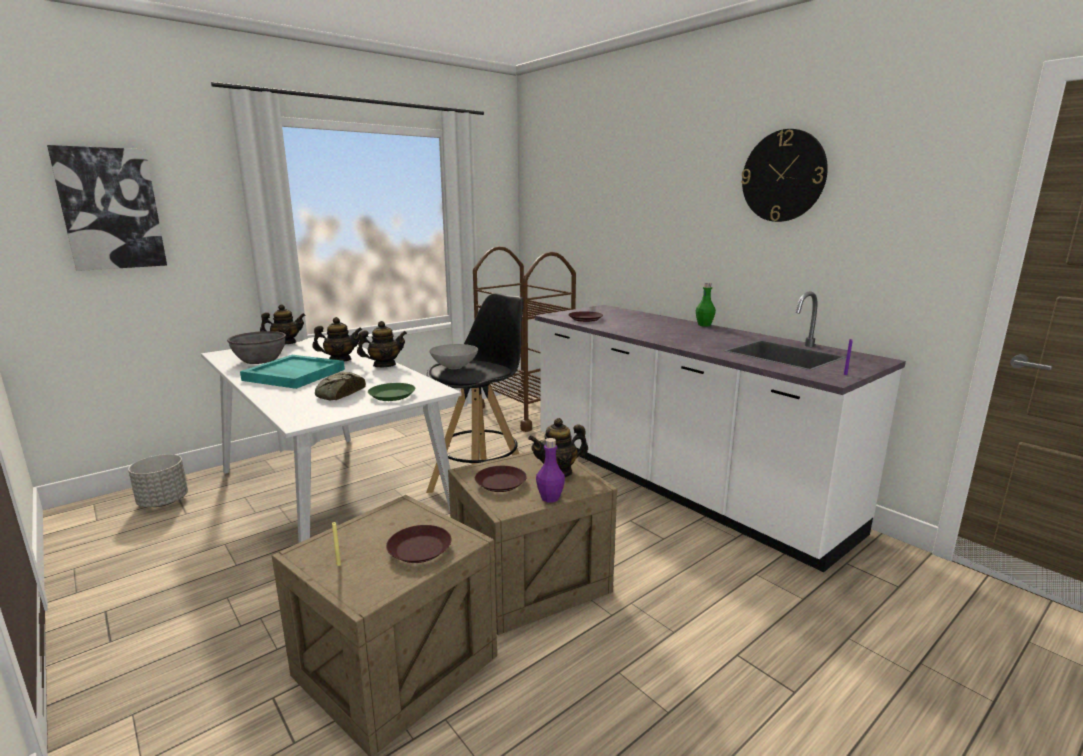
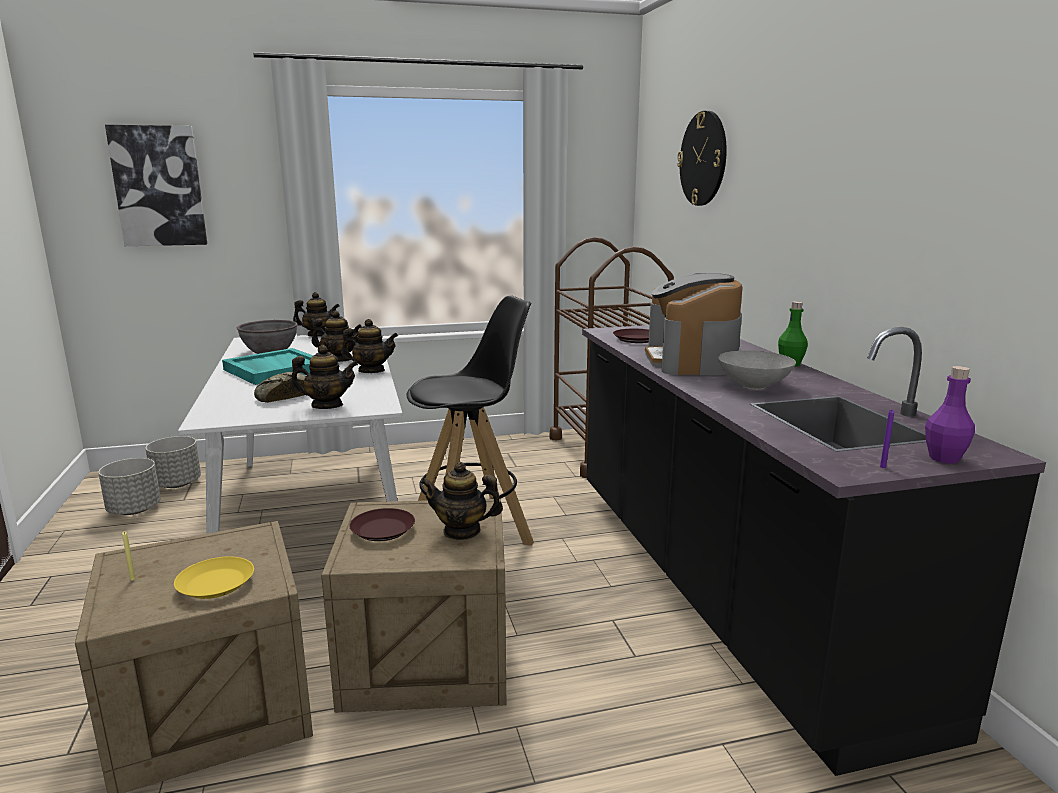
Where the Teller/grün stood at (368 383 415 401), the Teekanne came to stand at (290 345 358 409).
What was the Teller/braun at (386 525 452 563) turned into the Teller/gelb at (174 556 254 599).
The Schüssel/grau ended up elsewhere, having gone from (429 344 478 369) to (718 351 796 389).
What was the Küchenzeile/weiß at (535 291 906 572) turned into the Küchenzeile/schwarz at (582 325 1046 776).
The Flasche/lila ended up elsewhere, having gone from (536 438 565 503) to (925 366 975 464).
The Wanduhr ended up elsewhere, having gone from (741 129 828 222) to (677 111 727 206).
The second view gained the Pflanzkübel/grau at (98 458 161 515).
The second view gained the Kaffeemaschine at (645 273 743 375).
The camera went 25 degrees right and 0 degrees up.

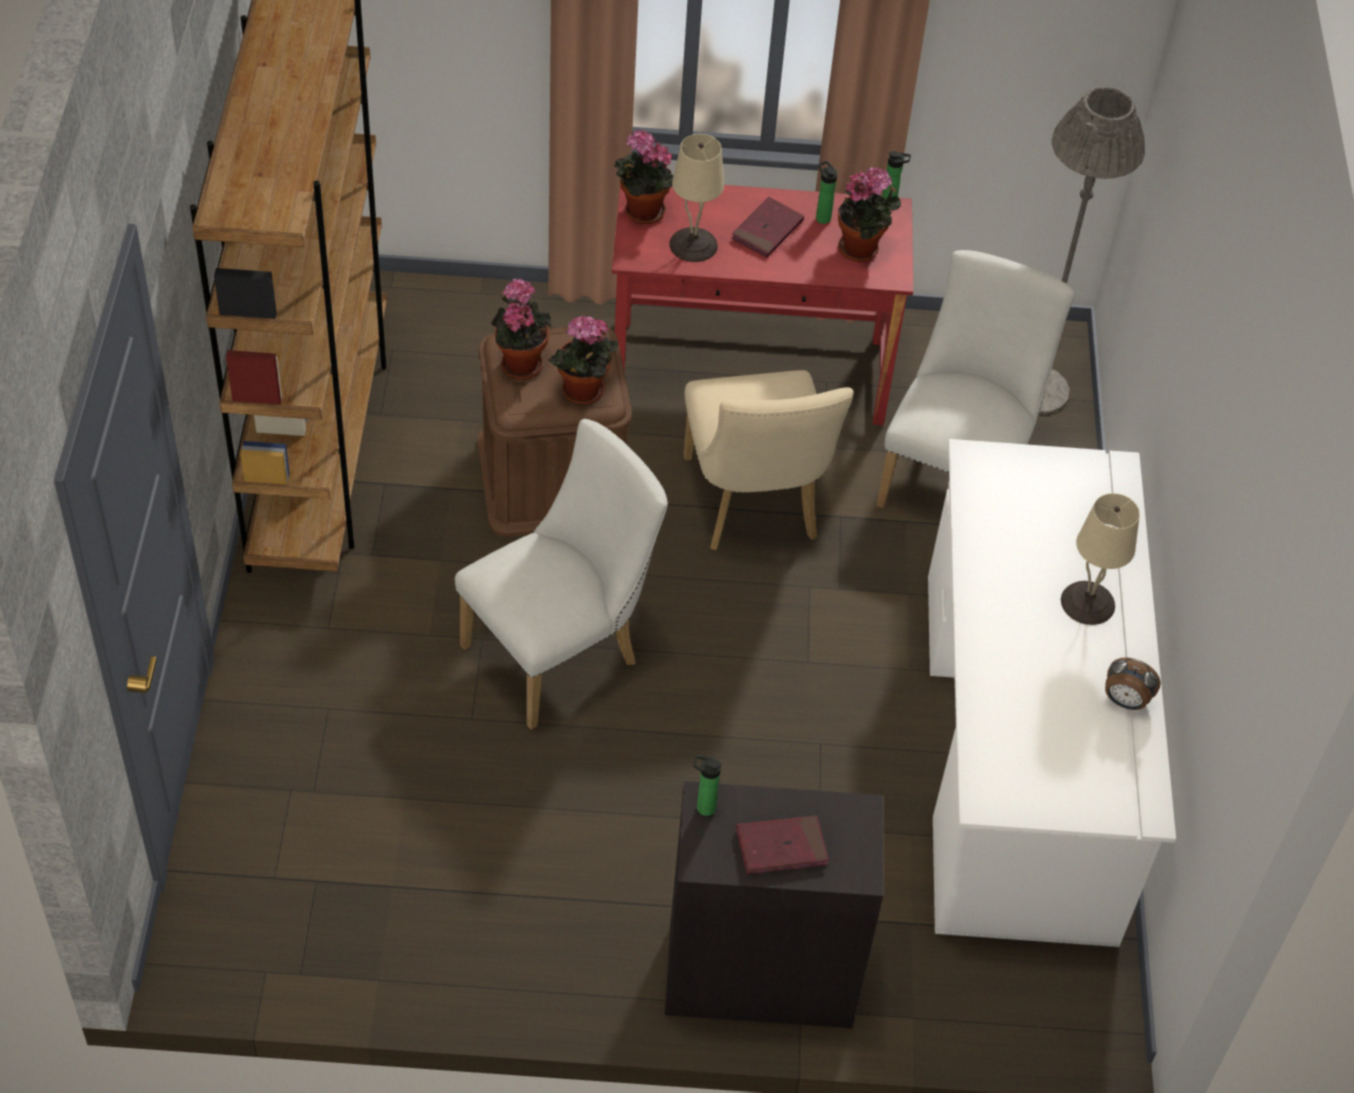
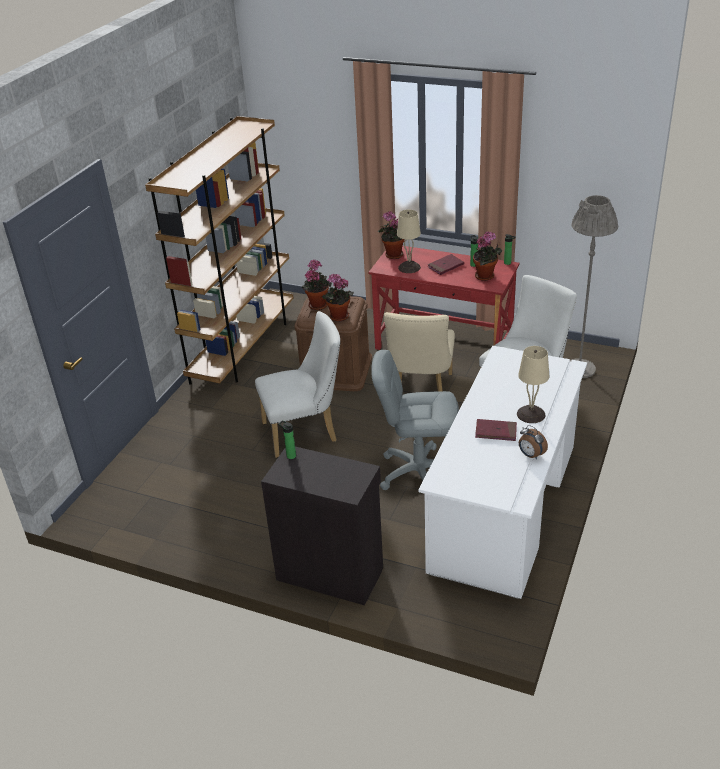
The Buch/rot ended up elsewhere, having gone from (736 815 829 874) to (475 419 517 441).
The second view gained the Bürostuhl/grau at (371 350 459 490).
The camera went 25 degrees right and 15 degrees down.

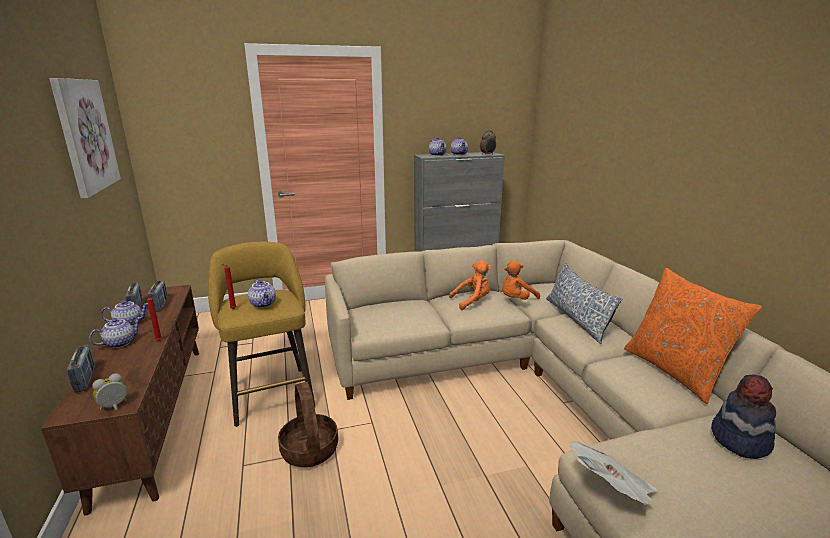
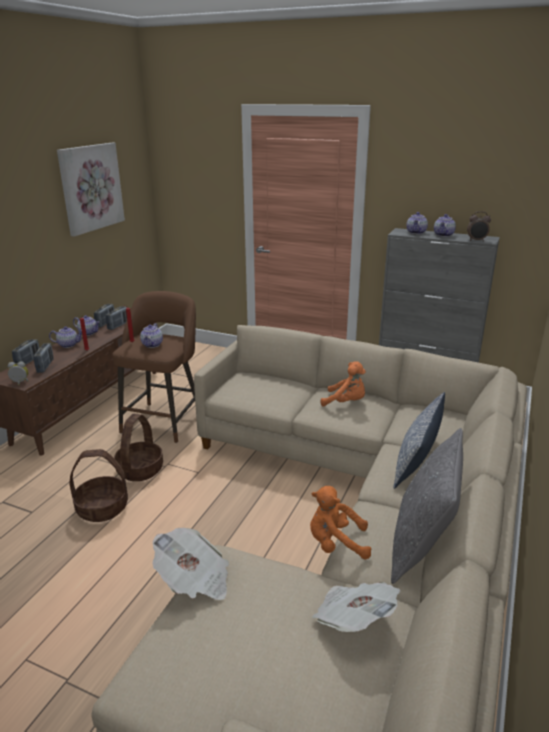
What was the Hocker/gelb at (208 242 315 427) turned into the Hocker/braun at (113 291 196 443).
The Plüschtier/orange ended up elsewhere, having gone from (502 261 540 300) to (310 486 371 560).
What was the Kissen/orange at (624 268 762 404) turned into the Kissen/grau at (391 428 463 584).
Where the Hut stood at (711 375 776 459), the Zeitung came to stand at (312 582 400 632).
The second view gained the Radio at (33 343 54 373).
The second view gained the Korb at (69 449 128 522).
The camera went 40 degrees right and 5 degrees up.

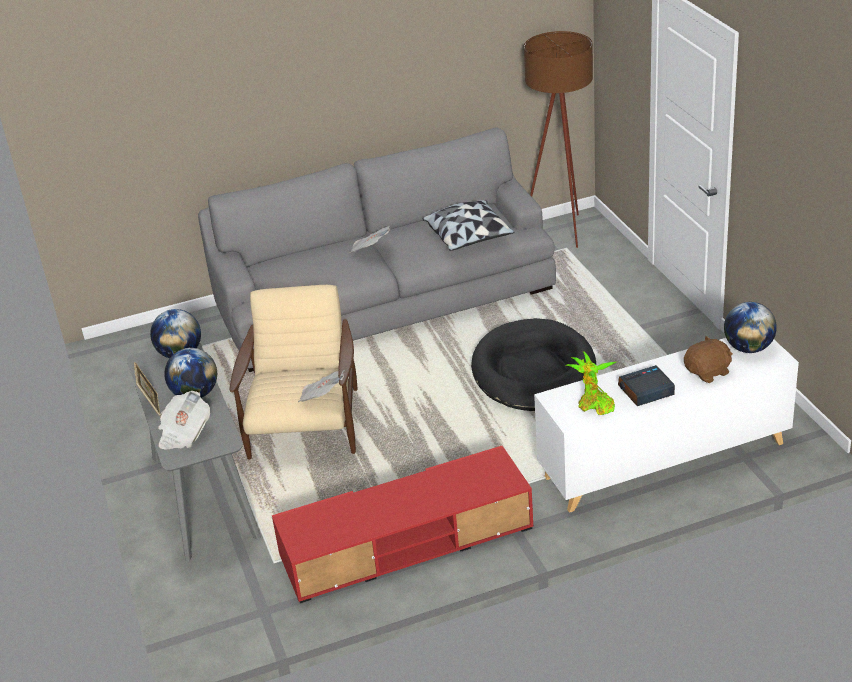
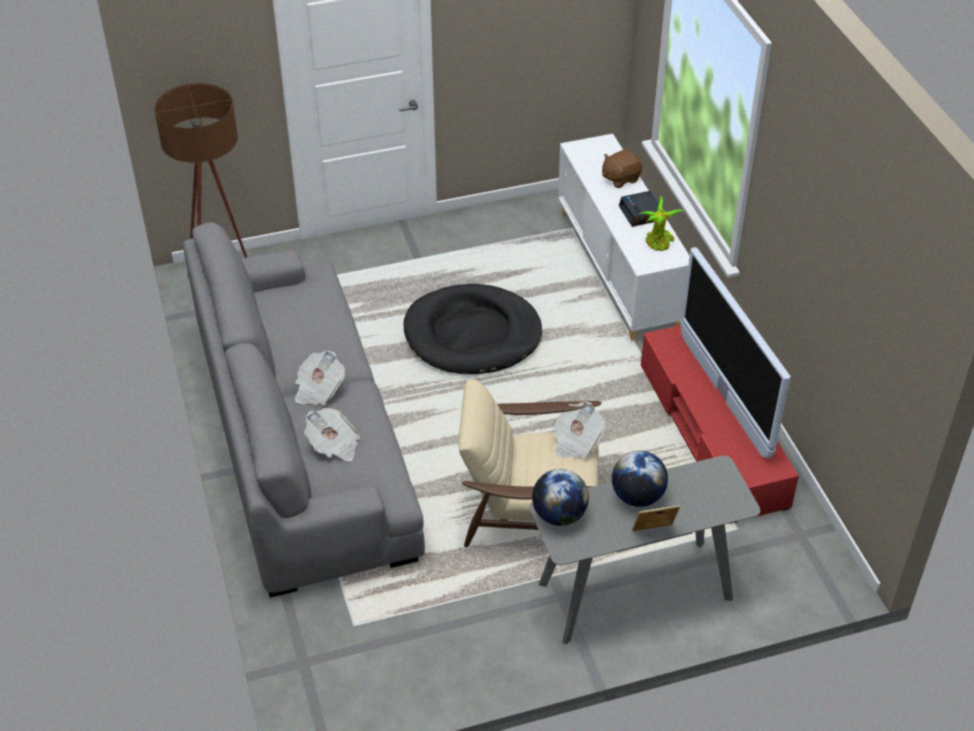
The Zeitung ended up elsewhere, having gone from (158 391 210 449) to (304 408 360 462).
The second view lost the Kissen at (423 200 515 251).
The Plüschtier/braun at (684 336 733 383) ended up facing another way, 90 degrees counterclockwise from before.
The second view lost the Globus at (724 302 777 353).
The second view gained the Fernseher at (681 247 791 458).
The camera went 90 degrees left and 10 degrees up.

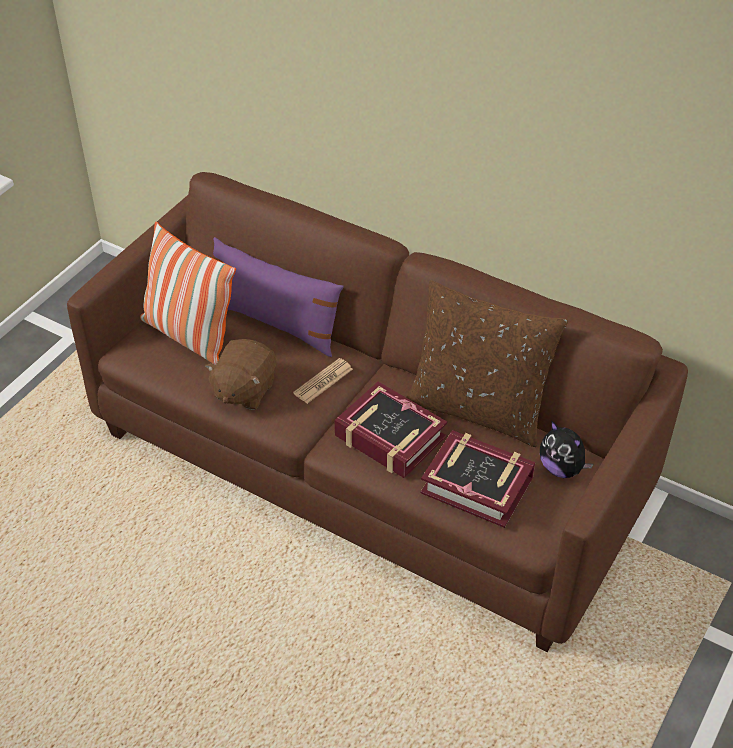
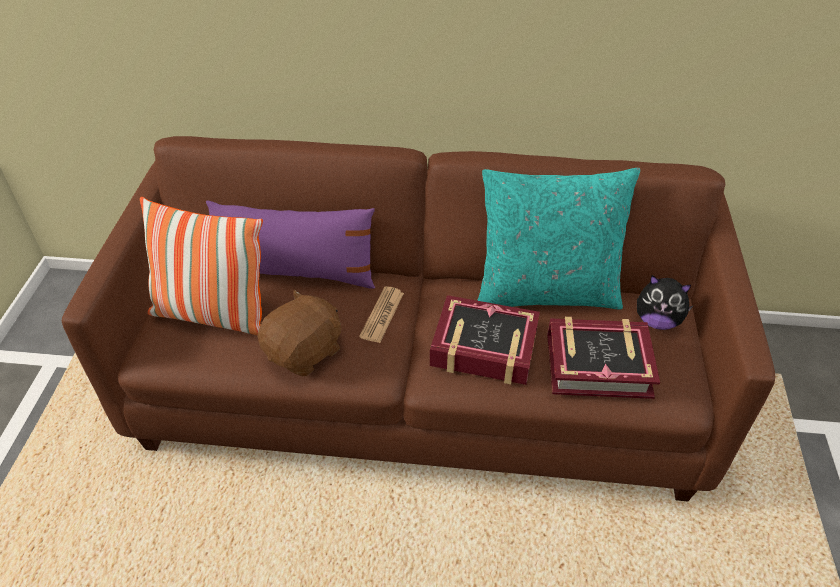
The Plüschtier/braun at (205 339 276 410) ended up facing another way, 135 degrees counterclockwise from before.
What was the Kissen/braun at (406 280 568 447) turned into the Kissen/türkis at (477 168 640 310).
The camera went 25 degrees left and 0 degrees up.

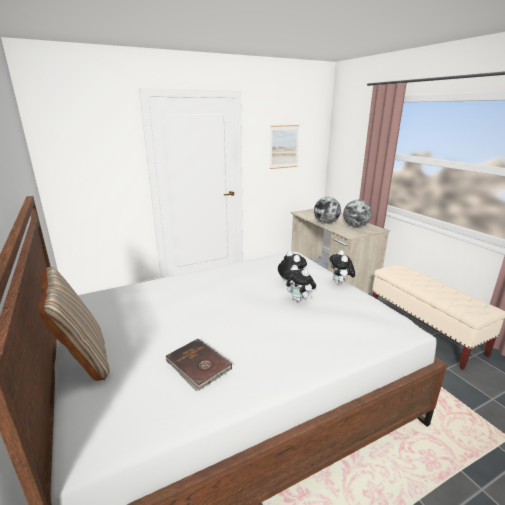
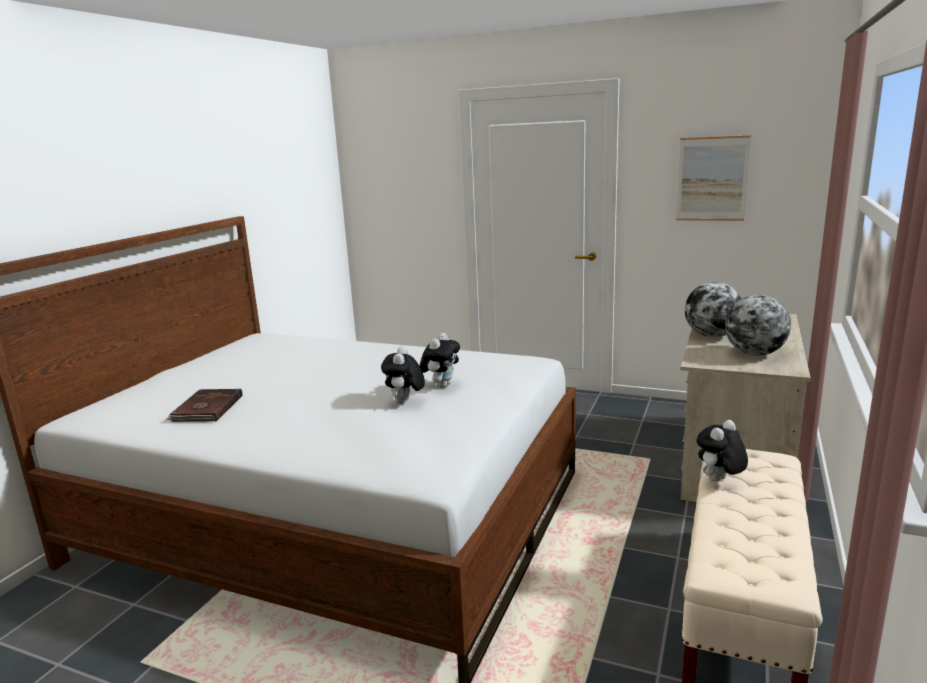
The second view lost the Kissen/beige at (38 267 110 381).
The Plüschtier ended up elsewhere, having gone from (330 250 355 285) to (696 420 748 482).
The camera went 50 degrees right and 5 degrees down.

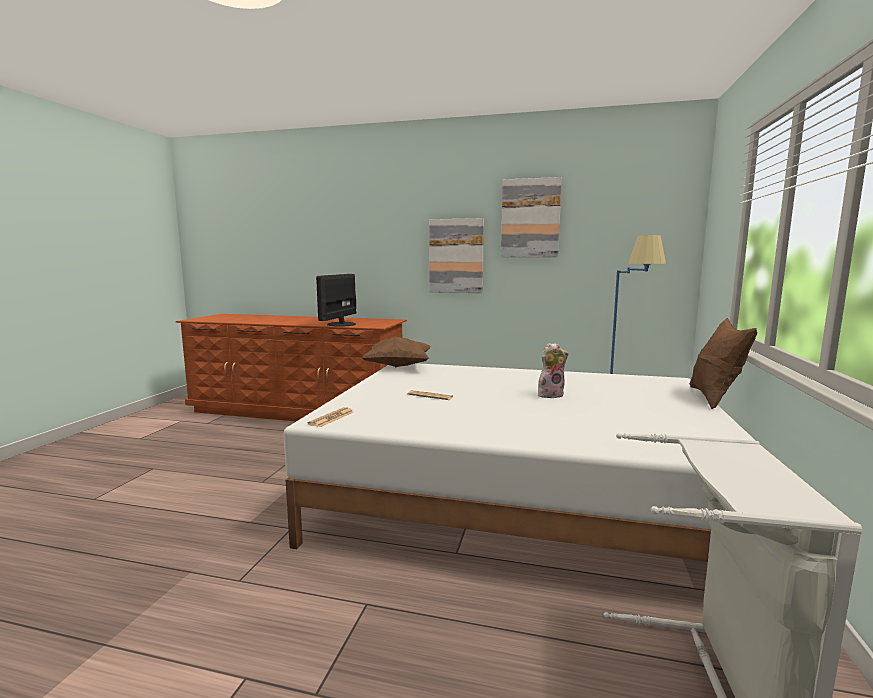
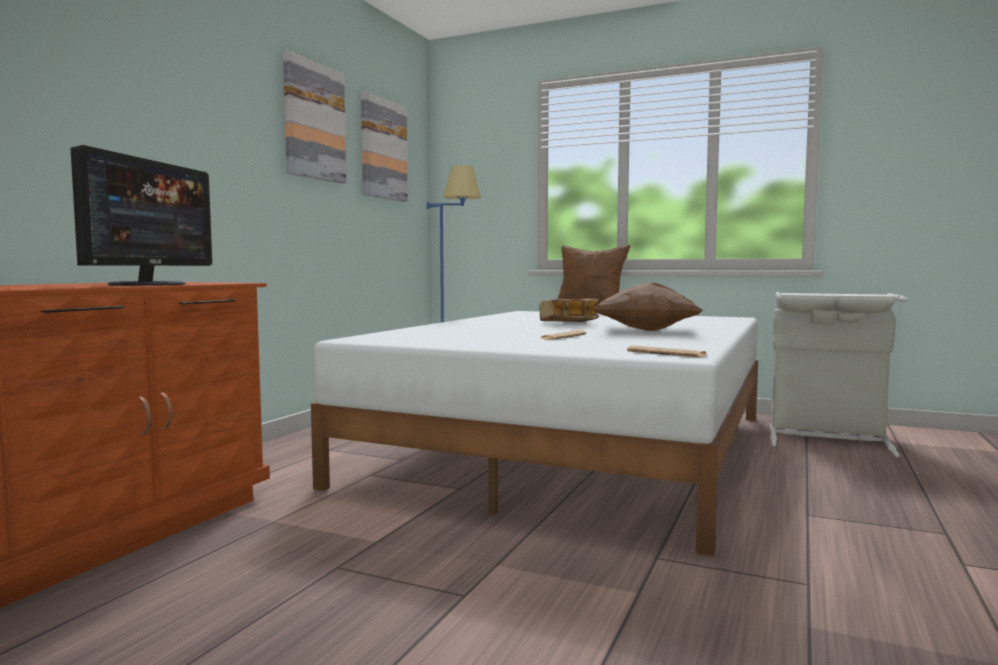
The Monitor at (316 274 356 327) ended up facing another way, 105 degrees counterclockwise from before.
The Kissen/braun ended up elsewhere, having gone from (362 337 431 368) to (593 283 703 331).
The Bild ended up elsewhere, having gone from (429 218 484 293) to (361 91 408 202).
Where the Plüschtier stood at (538 343 569 398), the Buch came to stand at (539 299 599 322).
The camera went 80 degrees left and 5 degrees down.

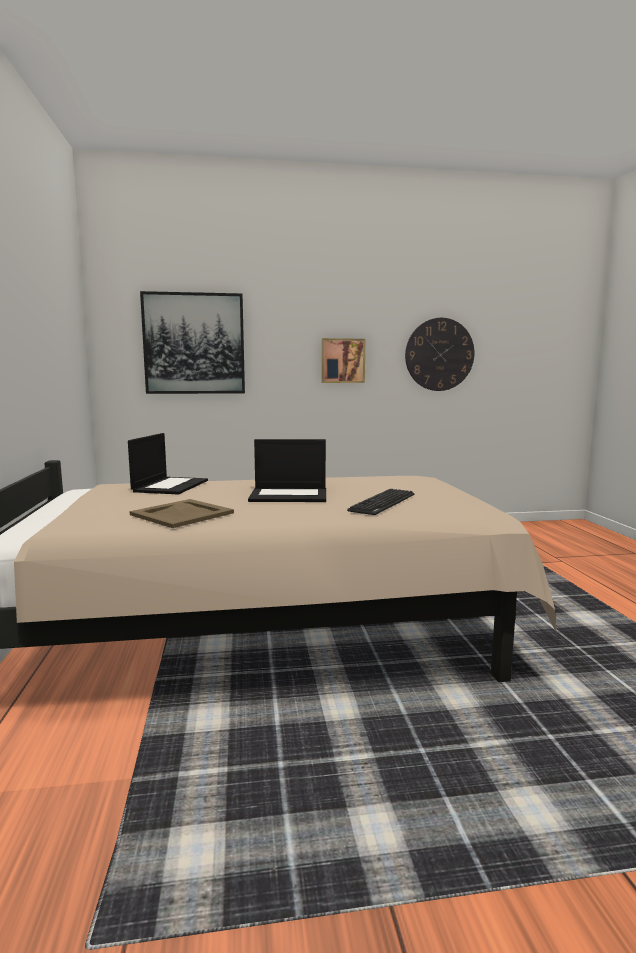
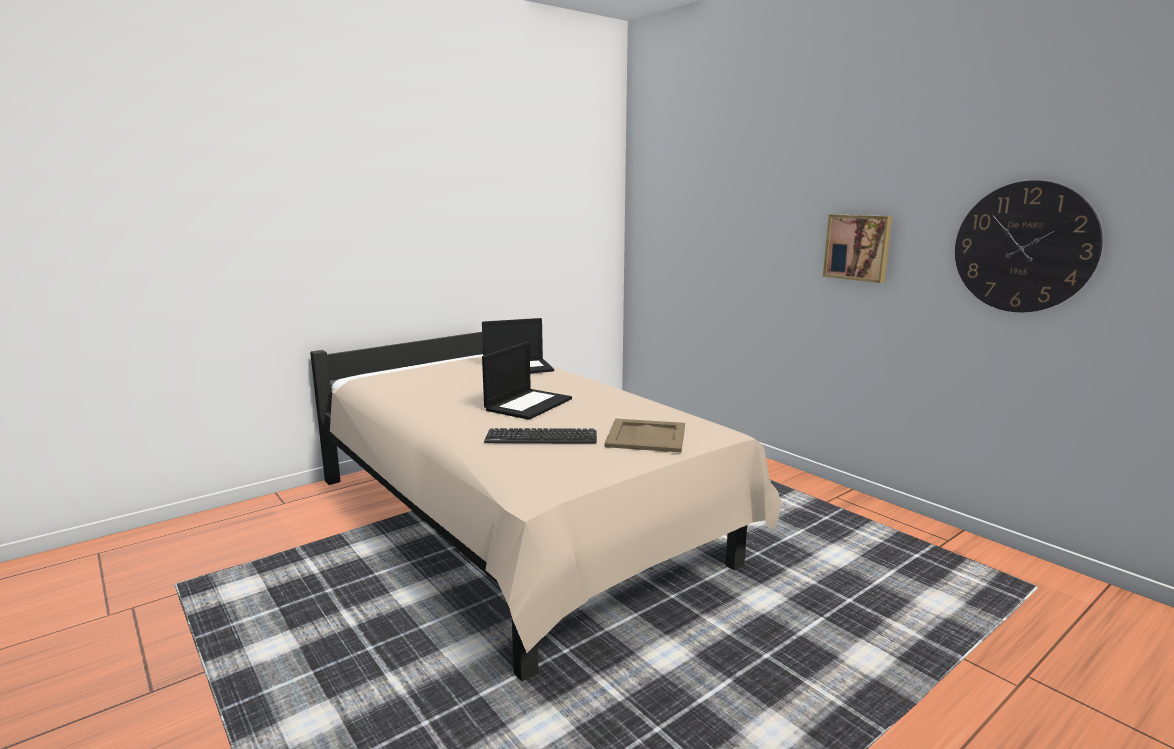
The Tablett/beige ended up elsewhere, having gone from (129 499 234 528) to (604 419 685 452).
The second view lost the Bild at (140 291 245 394).
The Laptop at (248 439 326 502) ended up facing another way, 120 degrees counterclockwise from before.
The camera went 60 degrees right and 5 degrees up.

